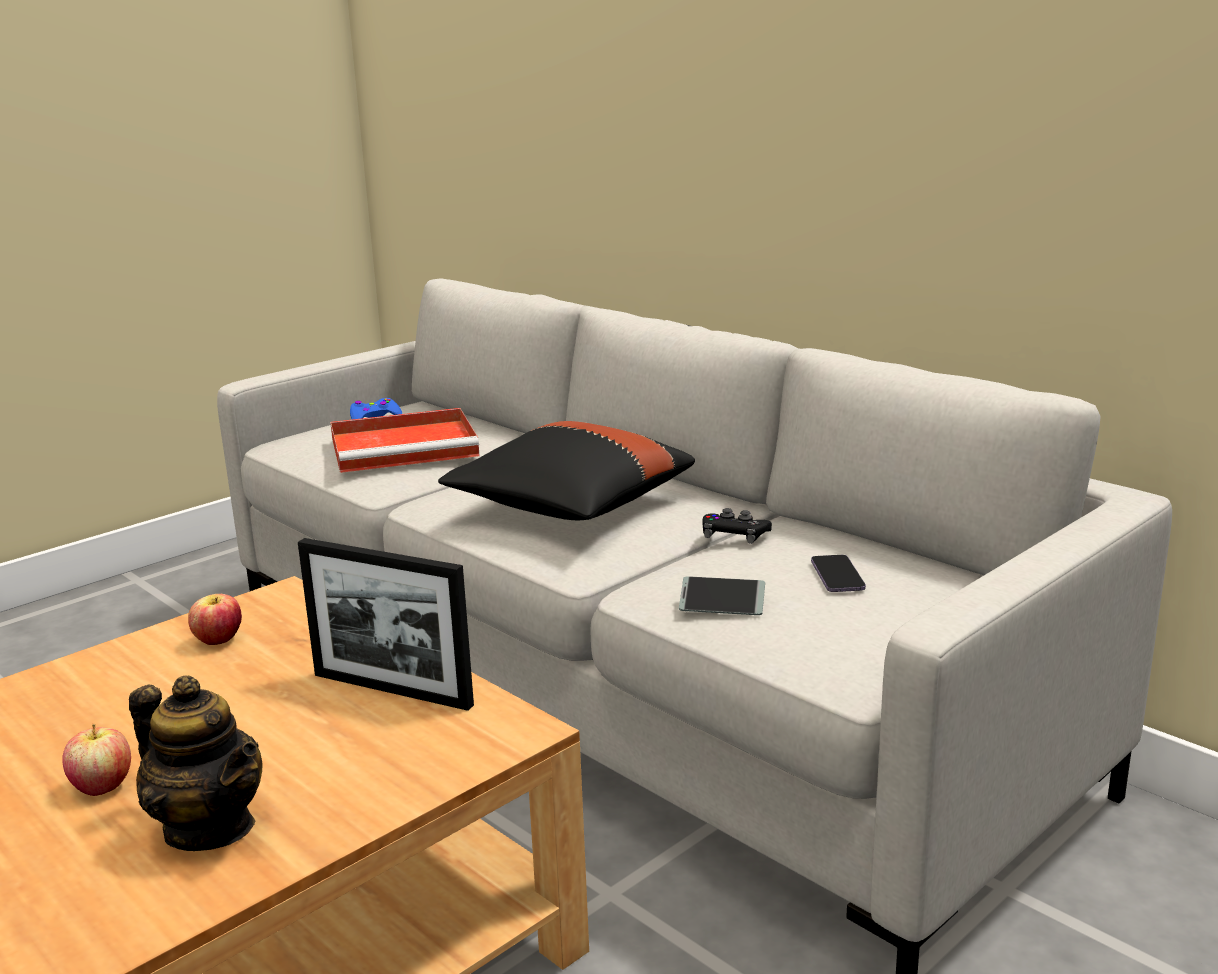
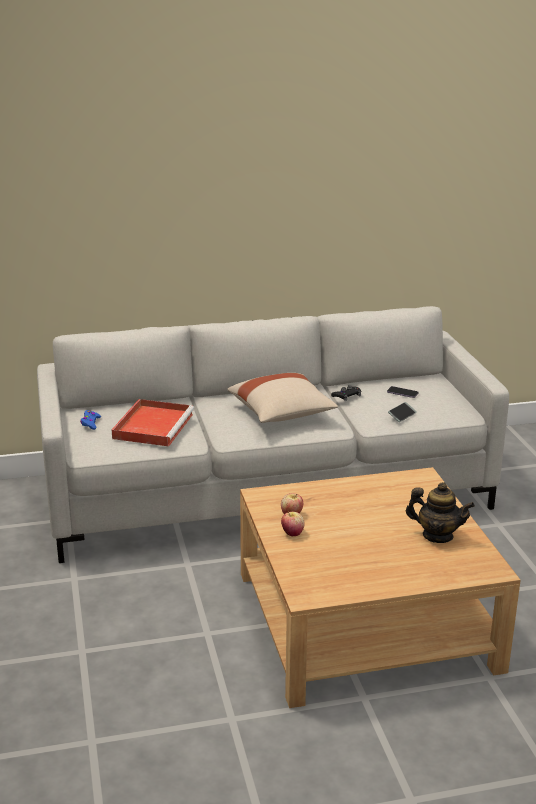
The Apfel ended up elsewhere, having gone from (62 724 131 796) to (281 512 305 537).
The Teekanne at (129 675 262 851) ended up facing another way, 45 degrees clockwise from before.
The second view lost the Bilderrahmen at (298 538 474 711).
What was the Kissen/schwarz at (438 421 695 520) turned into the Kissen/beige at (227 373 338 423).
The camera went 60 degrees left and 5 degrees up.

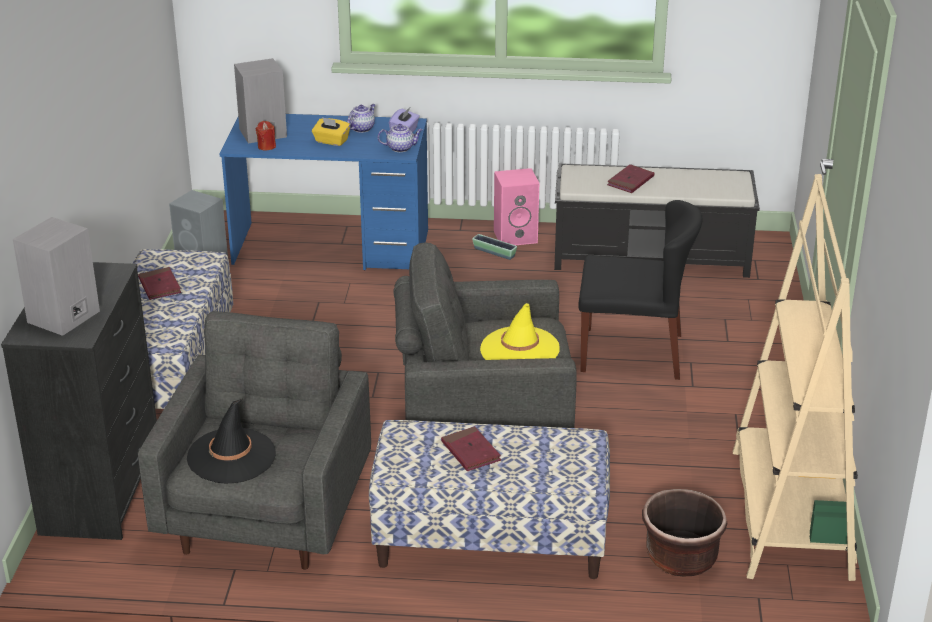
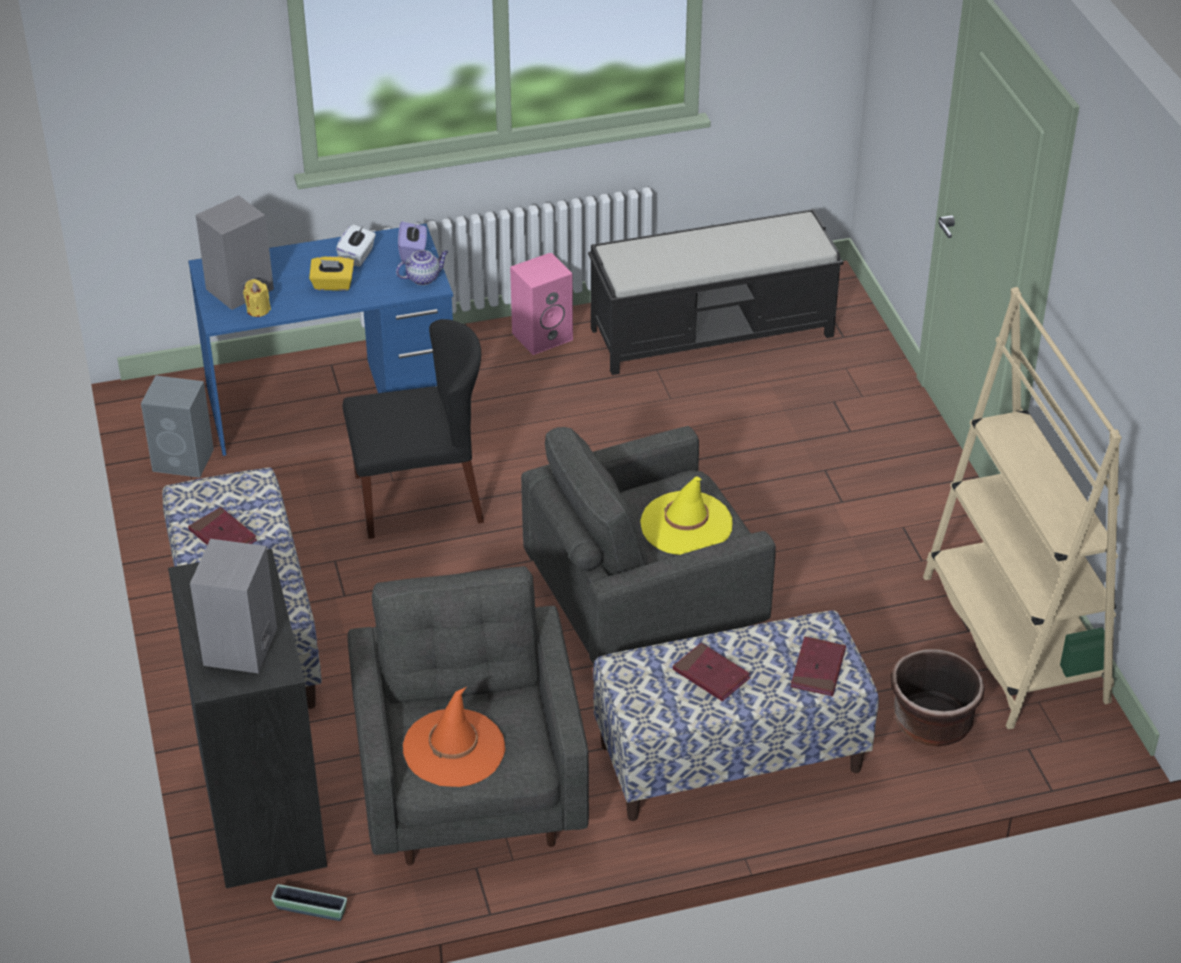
What was the Hut/schwarz at (187 399 276 483) turned into the Hut/orange at (403 687 505 787).
What was the Kerze/rot at (256 121 276 151) turned into the Kerze/gelb at (243 279 271 317).
Where the Teekanne stood at (347 104 375 133), the Taschentuchbox/weiß came to stand at (336 224 376 267).
The Pflanzkübel ended up elsewhere, having gone from (472 234 517 260) to (271 884 347 921).
The Stuhl/schwarz ended up elsewhere, having gone from (578 200 703 380) to (343 319 484 539).
The Buch/rot ended up elsewhere, having gone from (607 164 654 193) to (791 636 846 696).
The camera went 20 degrees left and 10 degrees up.

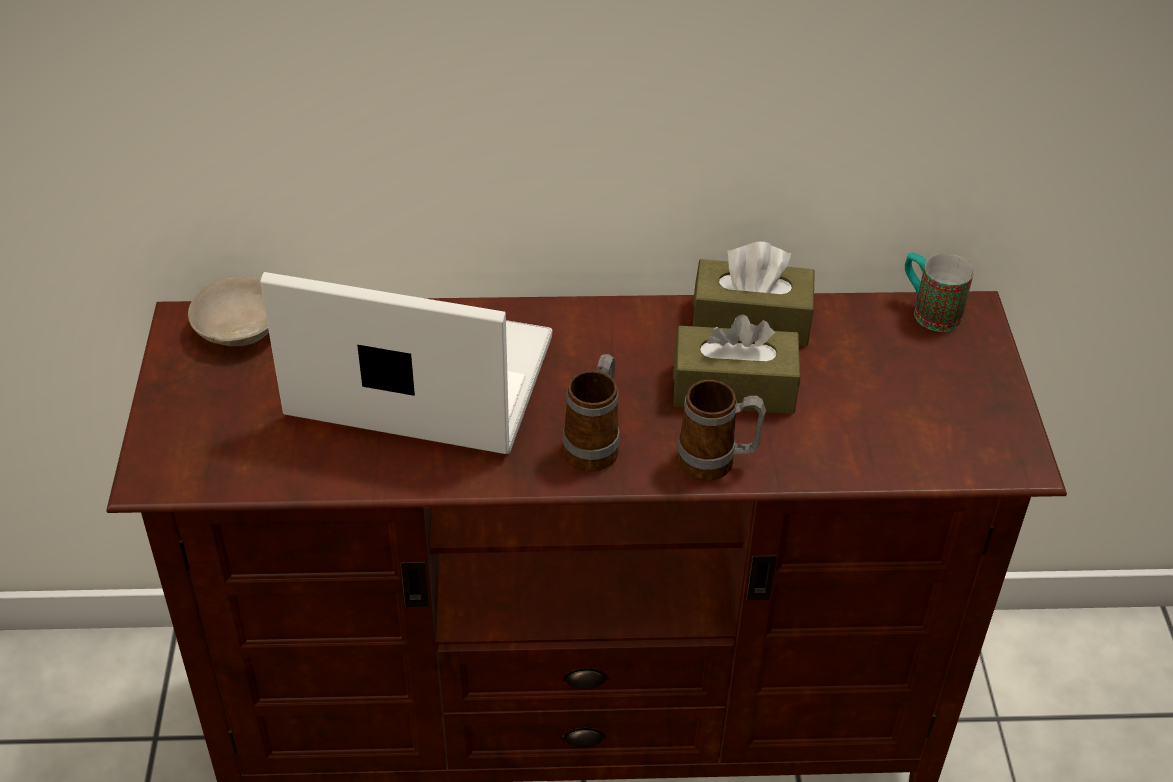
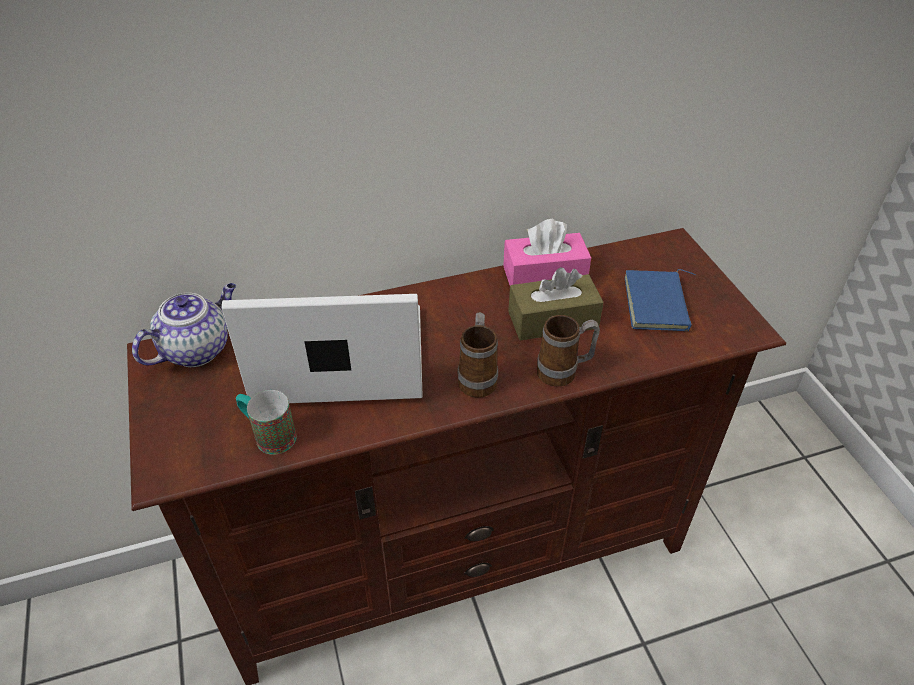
Where the Schüssel/beige stood at (188 277 269 346), the Teekanne came to stand at (132 283 236 367).
What was the Taschentuchbox/braun at (692 242 815 346) turned into the Taschentuchbox/rosa at (503 218 591 285).
The Henkelbecher ended up elsewhere, having gone from (905 253 974 332) to (236 390 297 455).
The second view gained the Buch/blau at (625 269 696 331).
The camera went 15 degrees left and 0 degrees up.

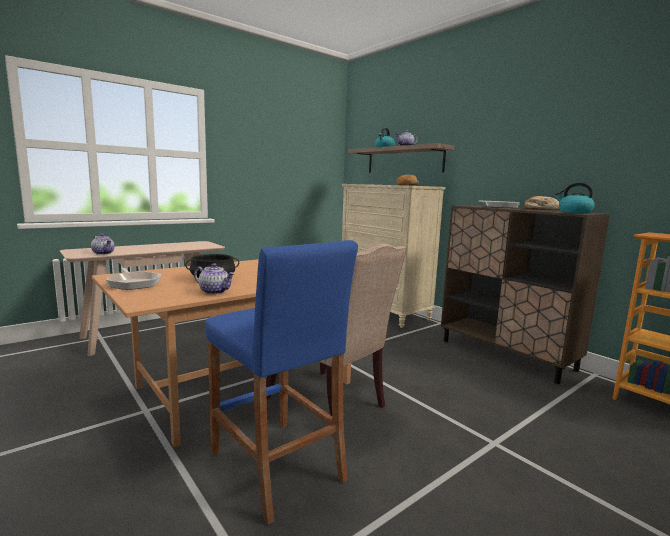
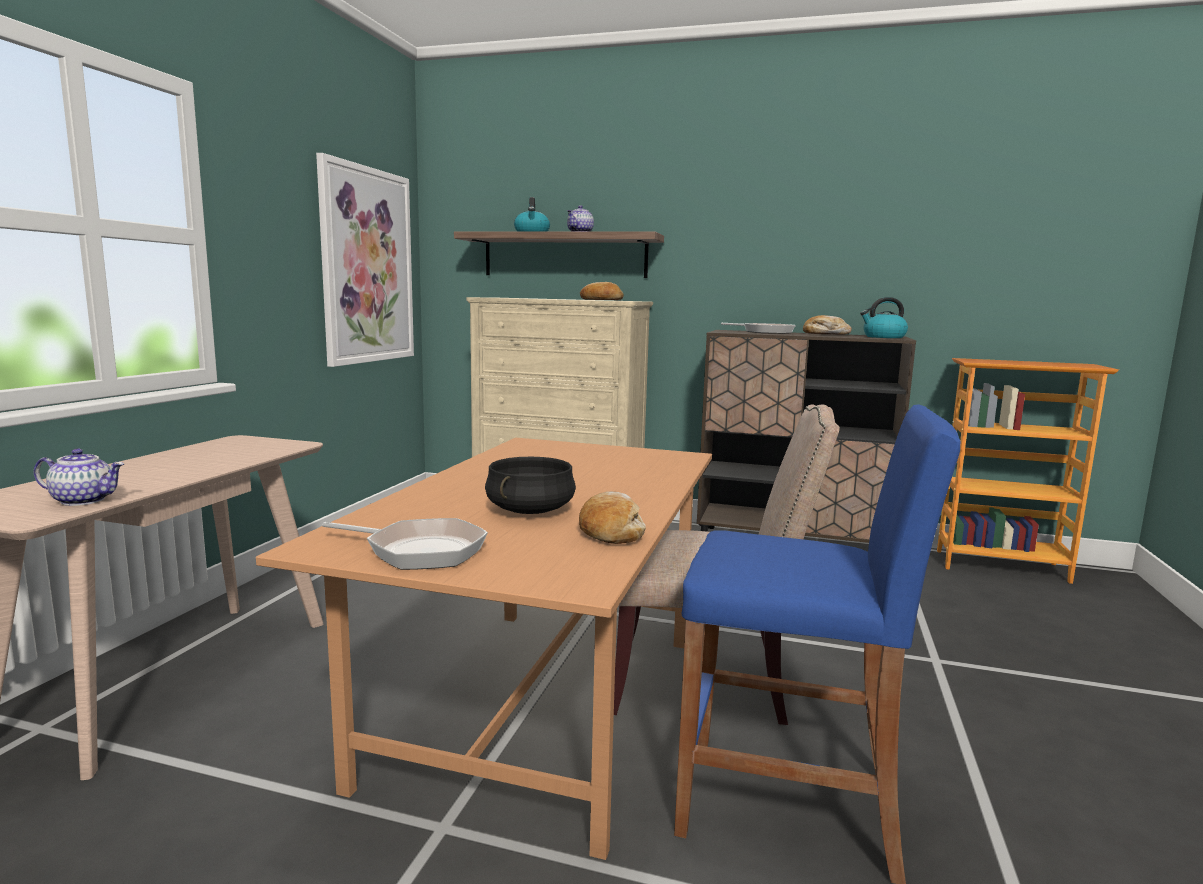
Where the Teekanne stood at (194 263 235 294), the Brot came to stand at (579 491 646 544).
The second view gained the Bild at (316 153 414 367).
The camera went 35 degrees left and 0 degrees up.

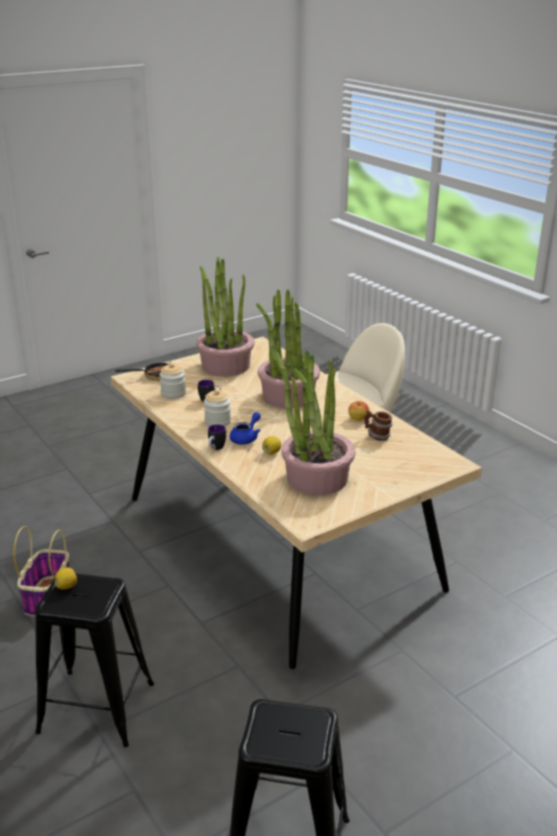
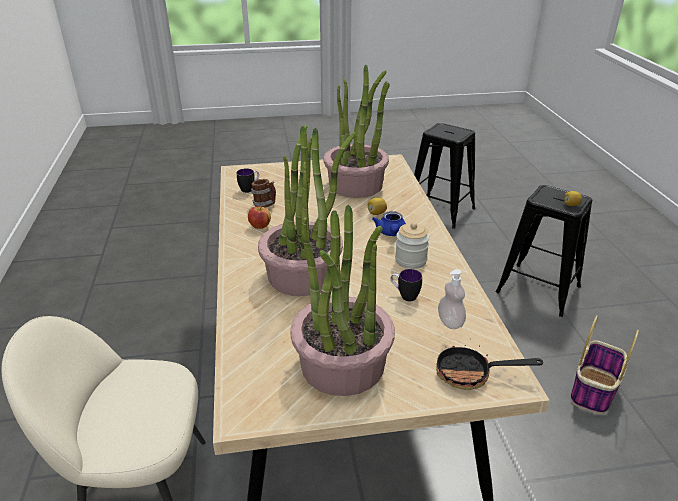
Where the Vorratsglas stood at (160 363 186 399), the Seifenspender came to stand at (438 269 466 329).
The Henkelbecher ended up elsewhere, having gone from (208 424 226 450) to (237 168 259 193).
The Teekanne/blau at (230 412 261 445) ended up facing another way, 60 degrees counterclockwise from before.
The camera went 155 degrees left and 5 degrees up.

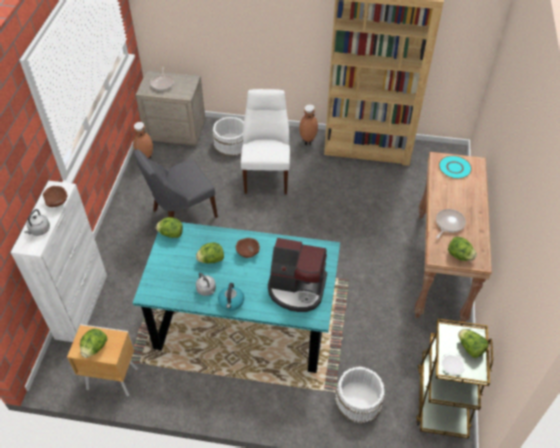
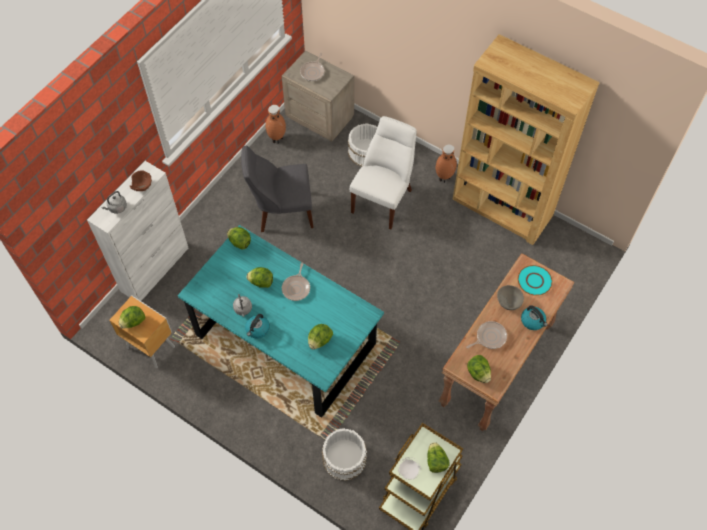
Where the Schüssel/braun stood at (236 238 260 258), the Pfanne came to stand at (282 262 310 301).
Where the Kaffeemaschine stood at (268 238 327 312), the Salatkopf came to stand at (308 324 333 349).
The second view gained the Schüssel/grau at (497 285 524 310).
The second view gained the Wasserkessel at (521 306 548 330).
The camera went 25 degrees right and 10 degrees up.

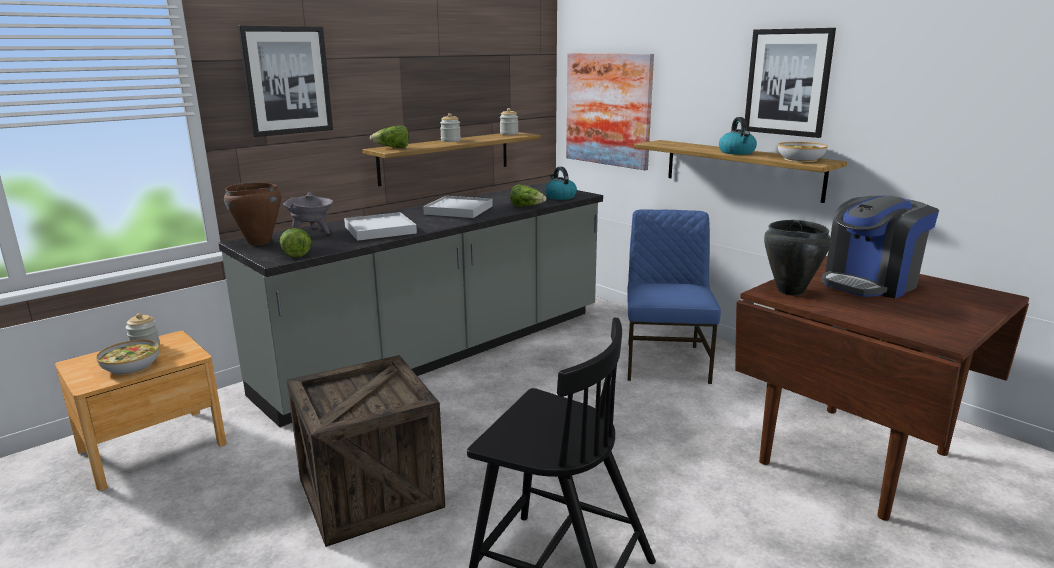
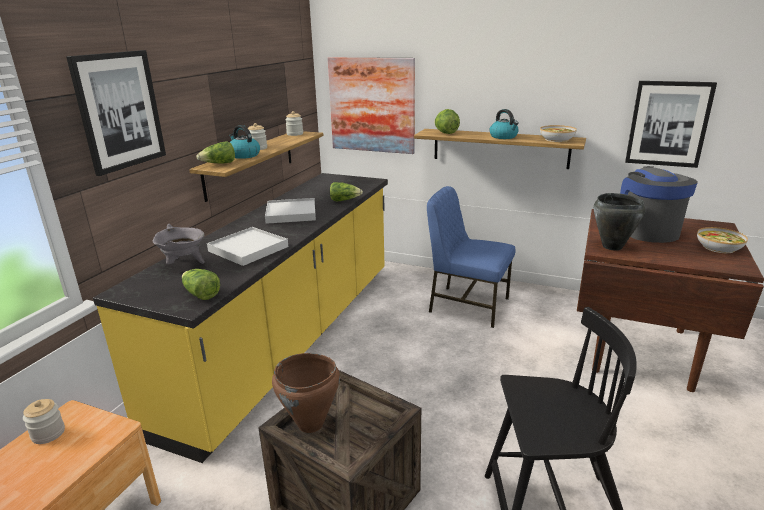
The Schüssel ended up elsewhere, having gone from (96 340 159 375) to (697 227 748 253).
What was the Küchenzeile/grau at (219 183 603 427) turned into the Küchenzeile/gelb at (93 173 388 463).
The Kochtopf/braun ended up elsewhere, having gone from (224 182 281 246) to (272 353 340 433).
The Wasserkessel ended up elsewhere, having gone from (545 167 577 200) to (229 125 260 159).
The Stuhl/blau at (627 210 721 384) ended up facing another way, 45 degrees counterclockwise from before.
The Bild ended up elsewhere, having gone from (745 28 836 138) to (625 81 717 168).
The Kaffeemaschine at (821 196 939 298) ended up facing another way, 150 degrees clockwise from before.
The second view gained the Salatkopf at (434 109 460 134).
The camera went 25 degrees left and 5 degrees up.

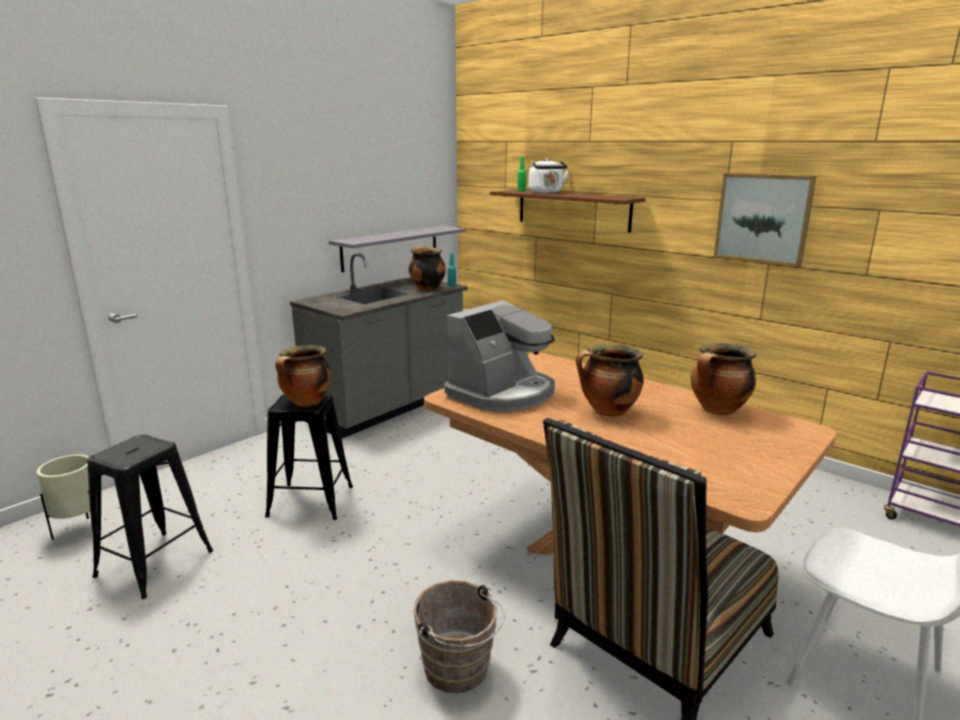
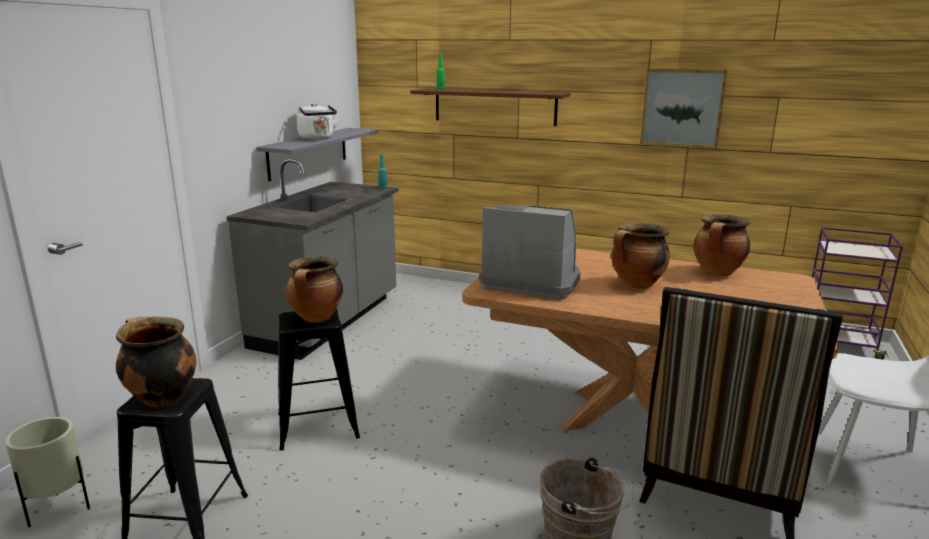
The Kochtopf ended up elsewhere, having gone from (409 246 446 291) to (116 317 197 407).
The Kaffeemaschine at (445 300 555 412) ended up facing another way, 90 degrees counterclockwise from before.
The Wasserkessel/weiß ended up elsewhere, having gone from (529 158 569 194) to (297 103 338 140).
The camera went 20 degrees left and 0 degrees up.

